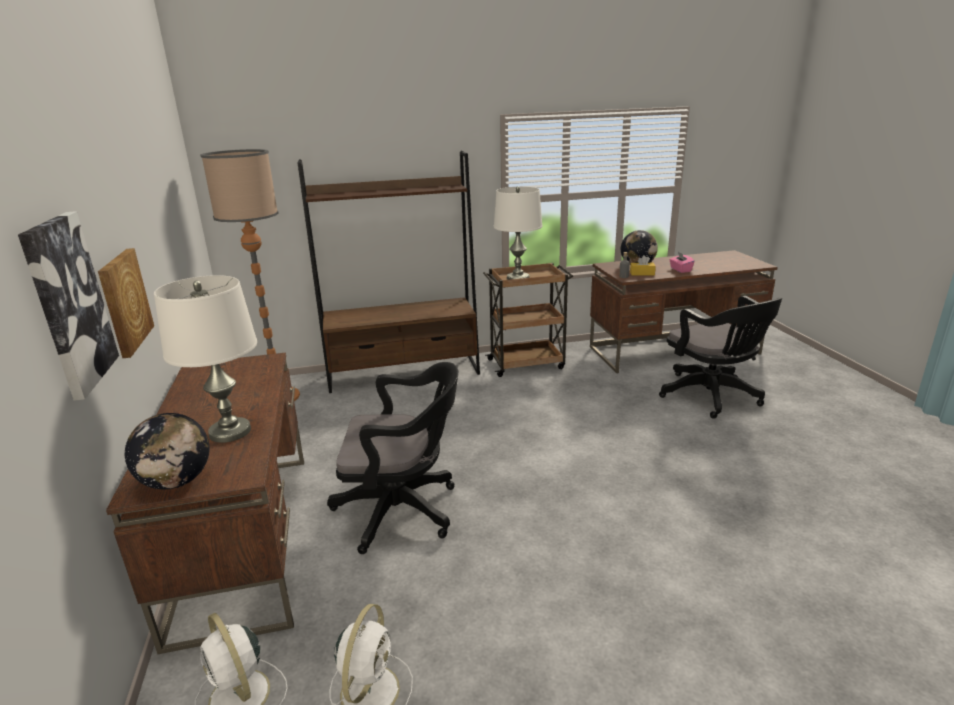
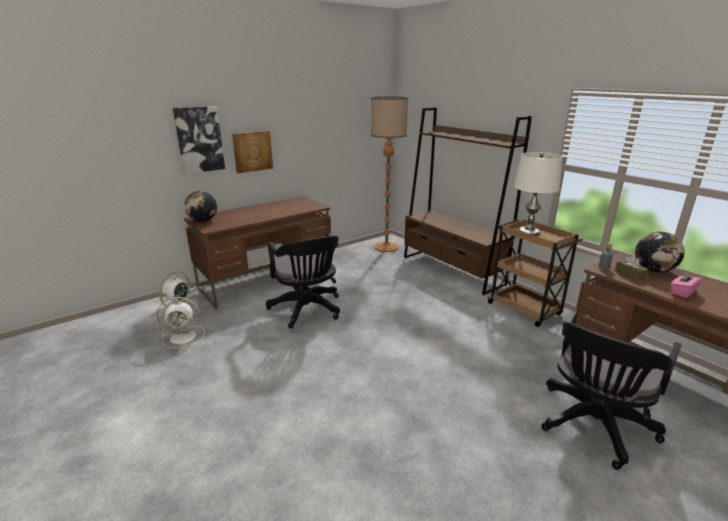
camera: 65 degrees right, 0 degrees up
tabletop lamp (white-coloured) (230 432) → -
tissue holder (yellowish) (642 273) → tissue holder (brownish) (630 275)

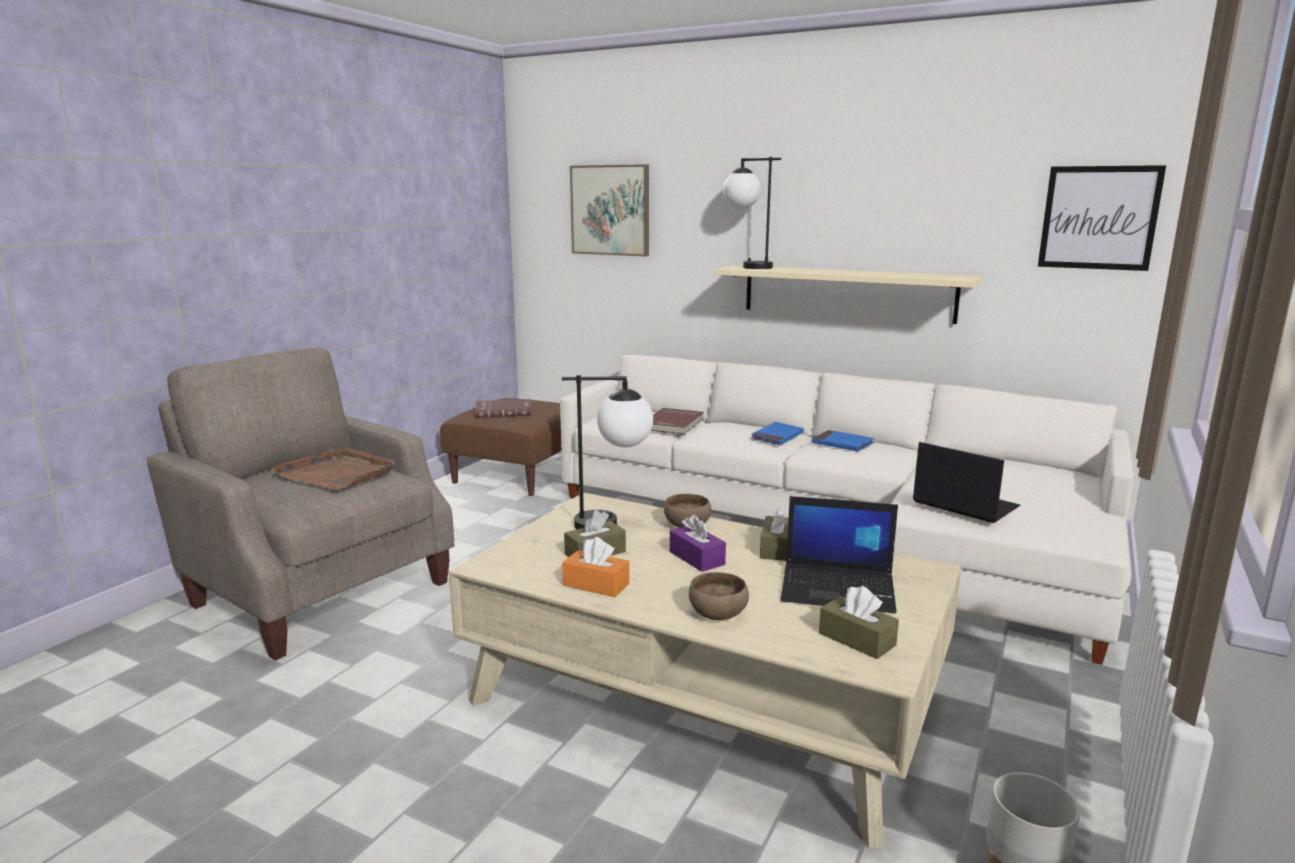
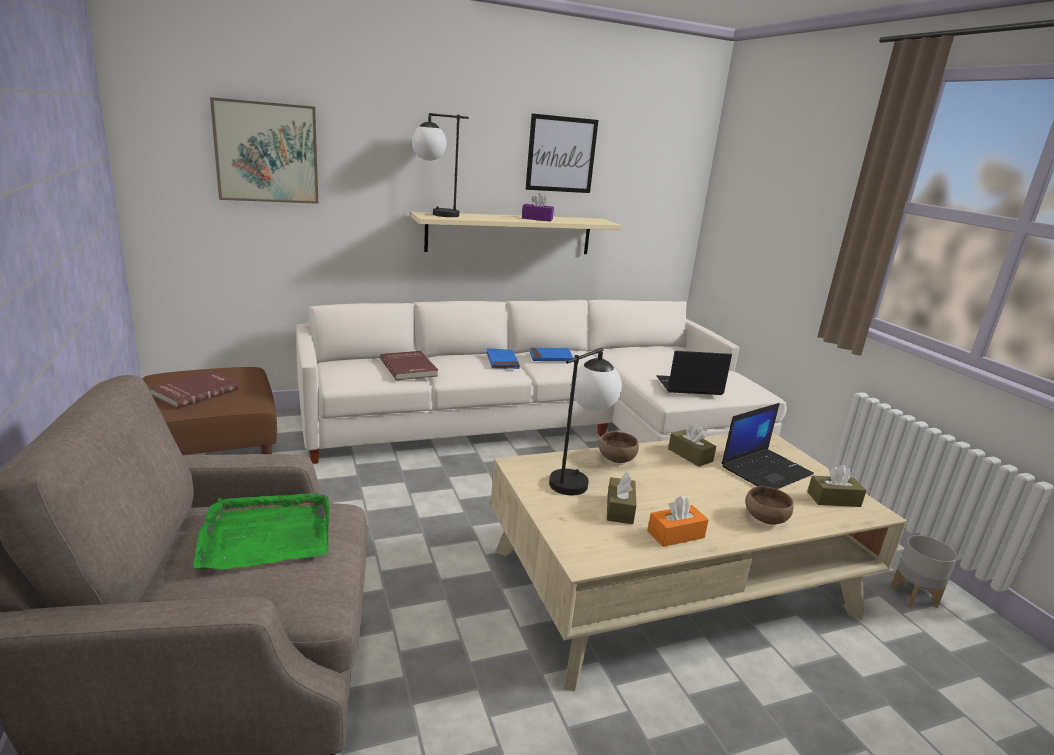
camera: 50 degrees left, 5 degrees up
tissue holder (purple-coloured) (696 558) → tissue holder (purple-coloured) (537 219), moved
wall picture (1099 218) → wall picture (561 154), moved
serving tray (brownish) (336 473) → serving tray (greenish) (266 535)

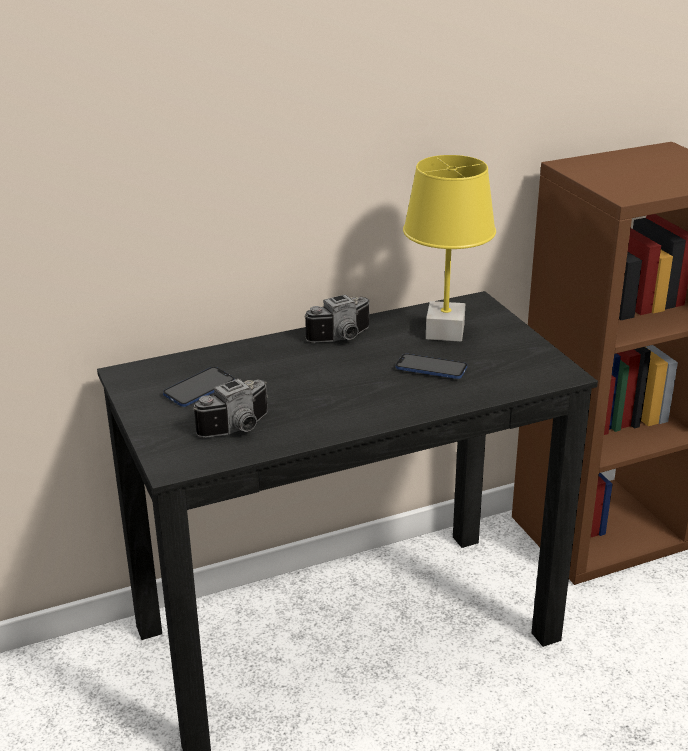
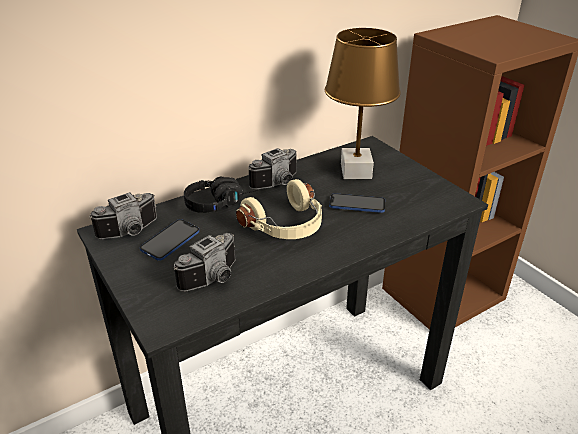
camera: 10 degrees left, 5 degrees up
- → photo camera (130 232)
- → pair of headphones (black-coloured) (221 203)
- → pair of headphones (sand-coloured) (287 226)
tabletop lamp (yellowish) (445 332) → tabletop lamp (brownish) (356 171)

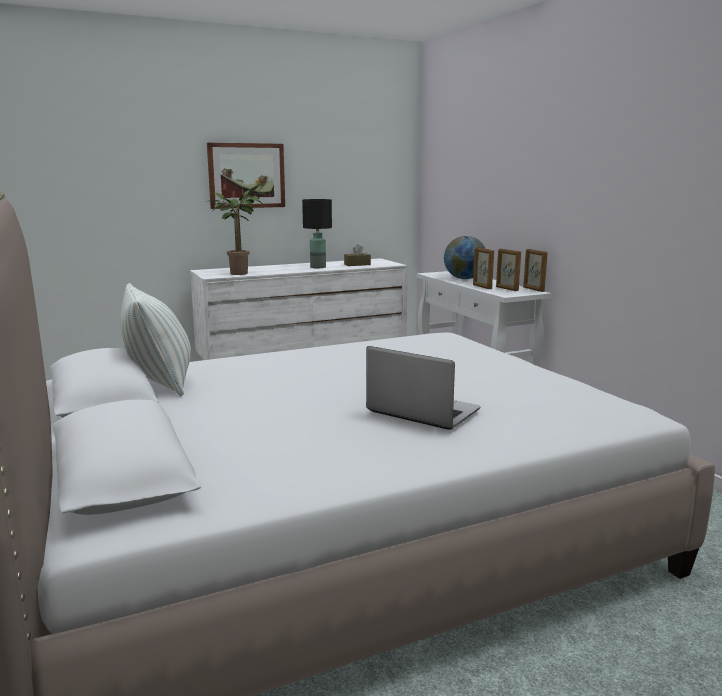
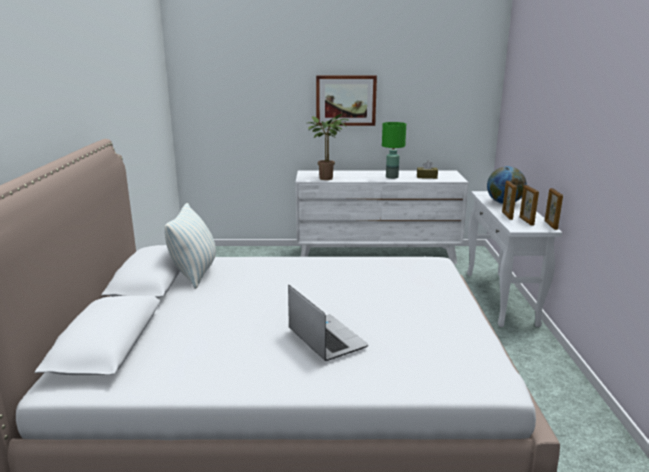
camera: 25 degrees right, 5 degrees up
tabletop lamp (black-coloured) (318 267) → tabletop lamp (greenish) (392 177)

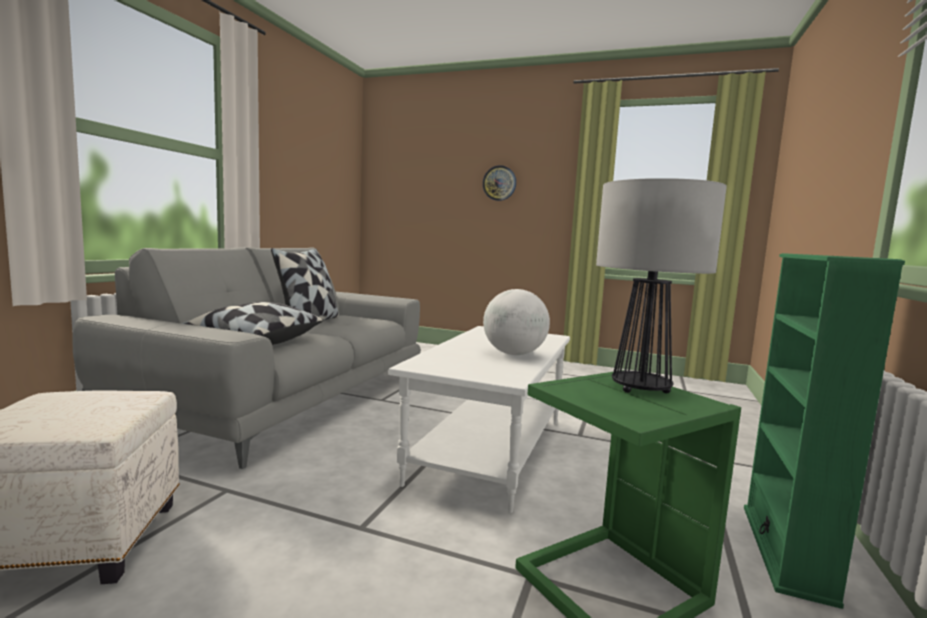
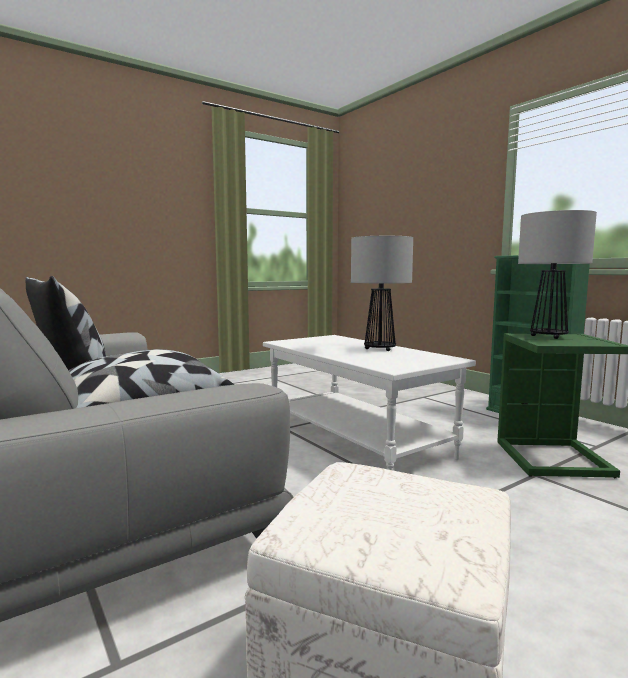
camera: 55 degrees left, 0 degrees up
clock on the wall (499 183) → -
world globe (514 354) → tabletop lamp (379 349)

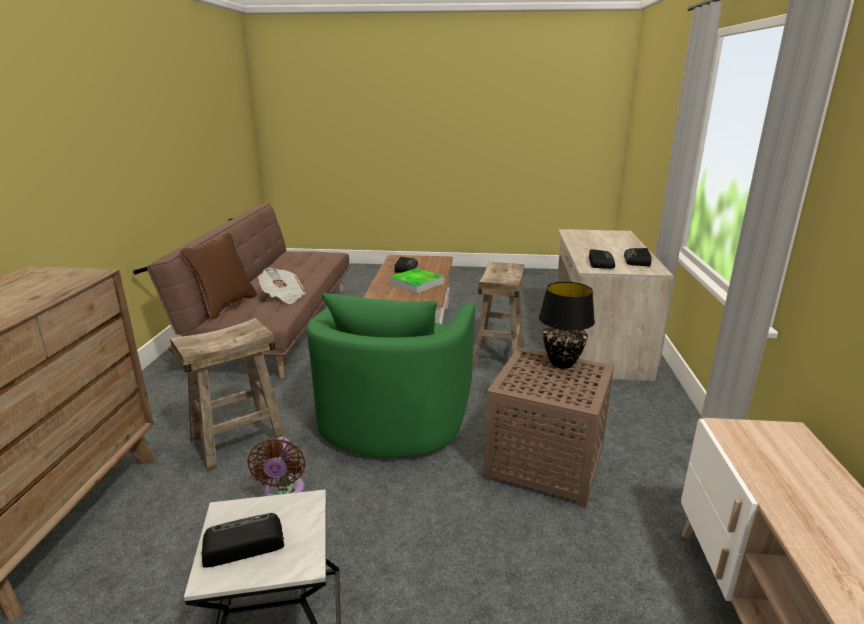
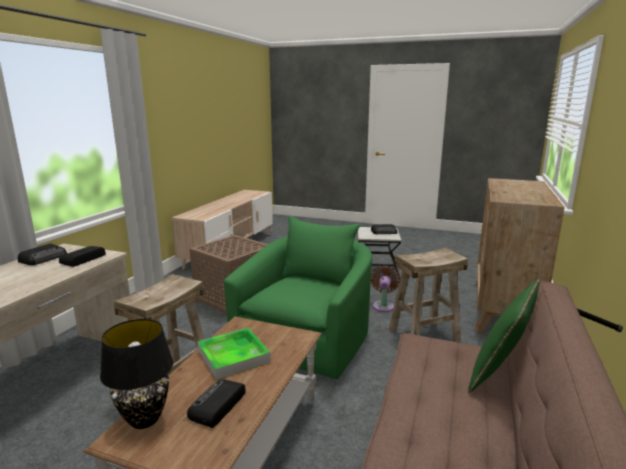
camera: 165 degrees left, 5 degrees down
printed paper (283 297) → -
tabletop lamp (black-coloured) (562 363) → tabletop lamp (black-coloured) (144 419), moved
cushion (brownish) (225 306) → cushion (greenish) (498 375)

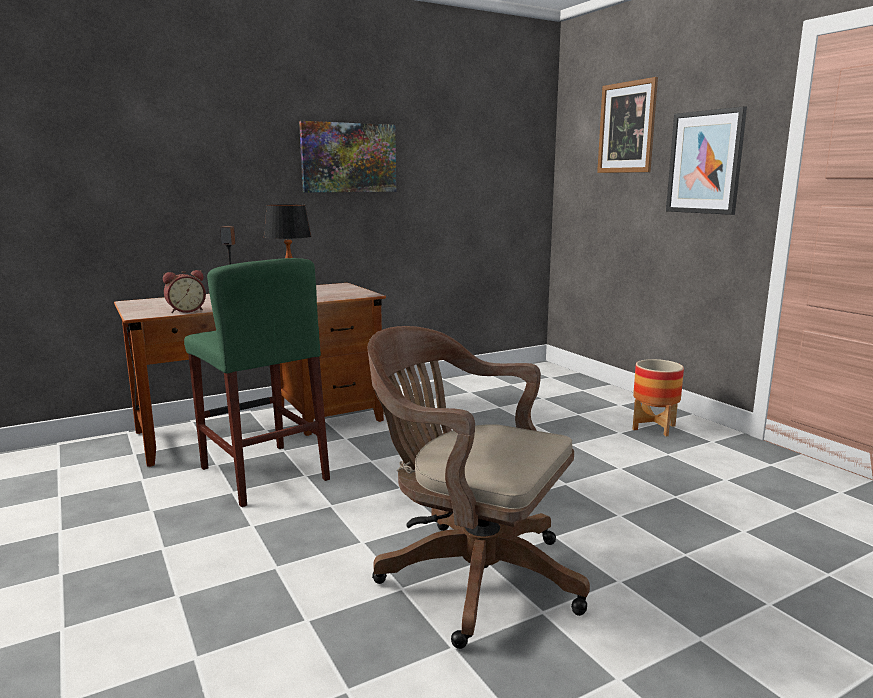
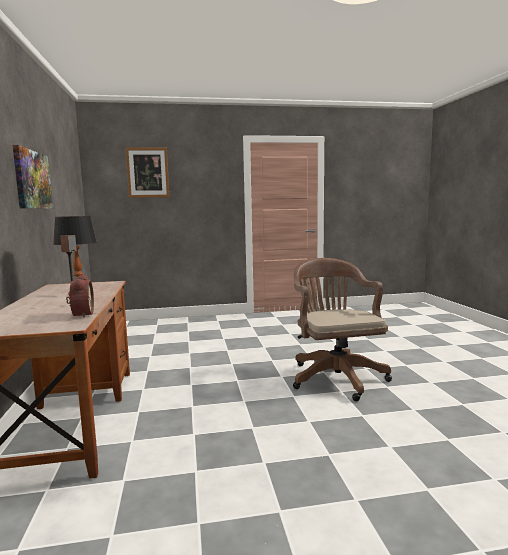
camera: 70 degrees left, 5 degrees down
sitting stool (greenish) (263 473) → -
plant pot (654 428) → -
wall picture (705 162) → -
office chair (brownish) (470 575) → office chair (brownish) (335 376), 120 degrees clockwise

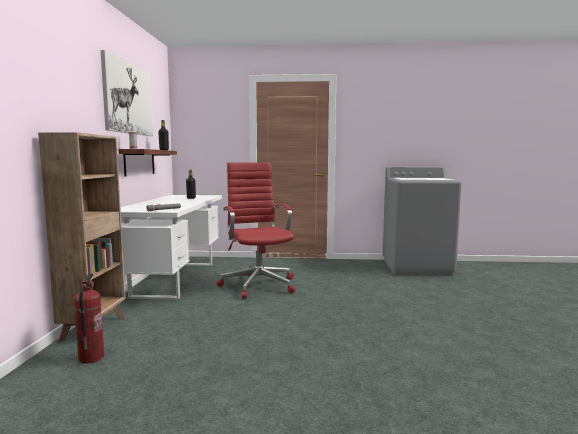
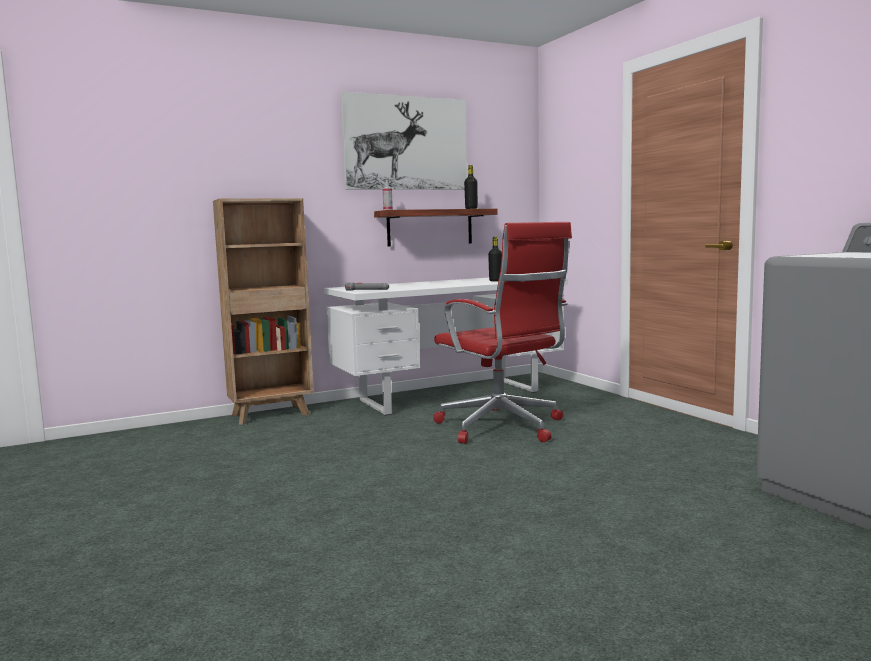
camera: 60 degrees right, 0 degrees up
fire-fighting cylinder (91 358) → -
office chair (red) (258 284) → office chair (red) (502 428), 105 degrees clockwise

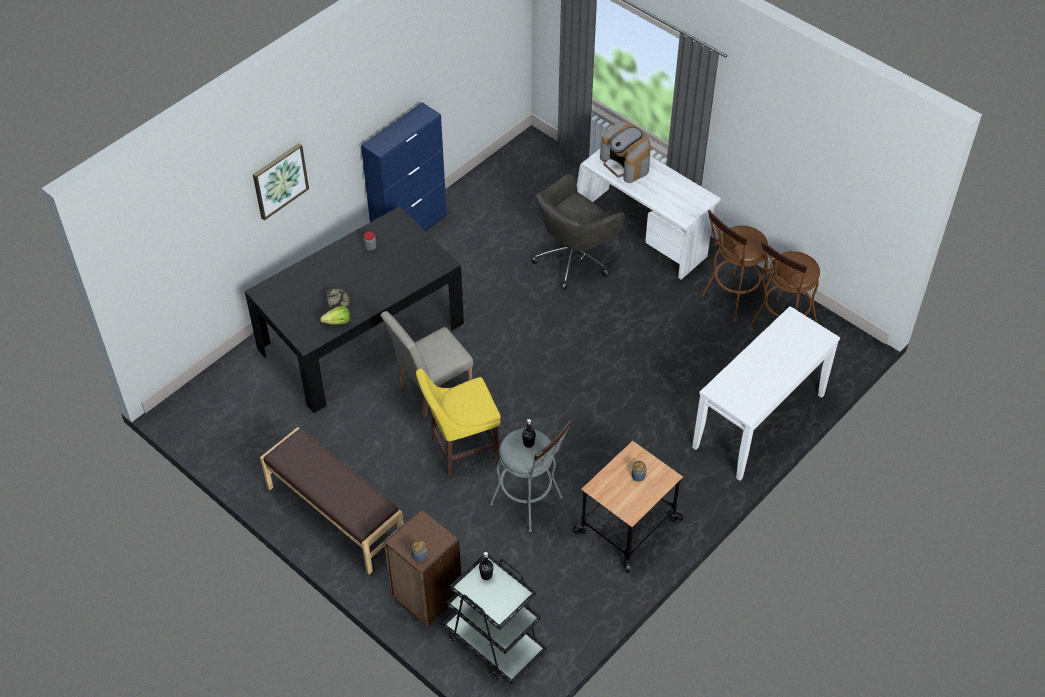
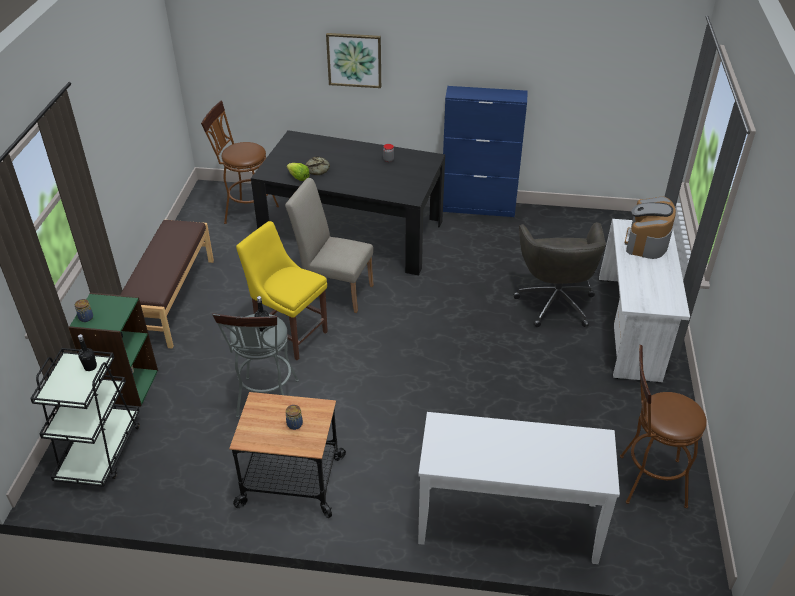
camera: 55 degrees right, 10 degrees down
sitting stool (brownish) (730 300) → sitting stool (brownish) (247 214), moved
shelving unit (brownish) (426 595) → shelving unit (greenish) (125 385)
office chair (gray) (574 259) → office chair (gray) (555 302), 105 degrees counterclockwise

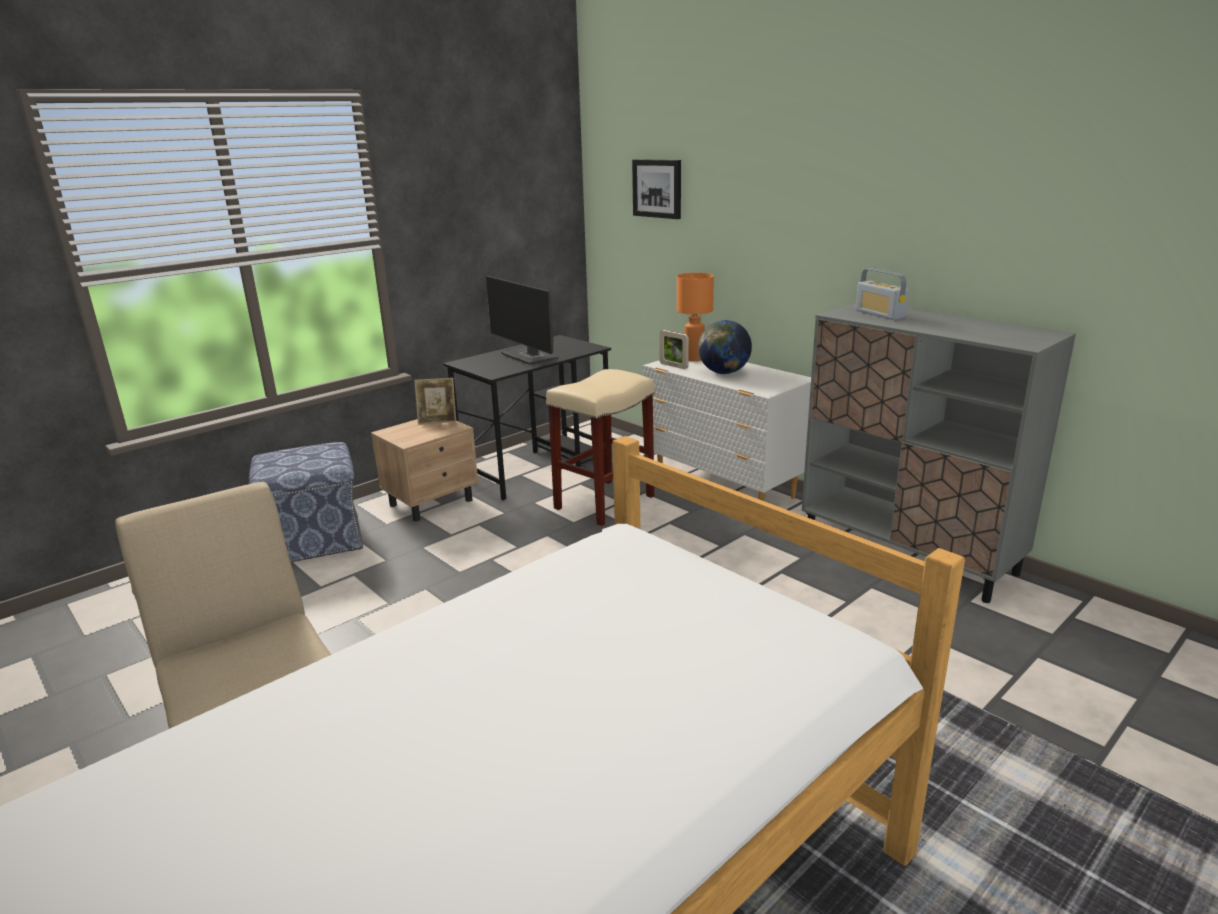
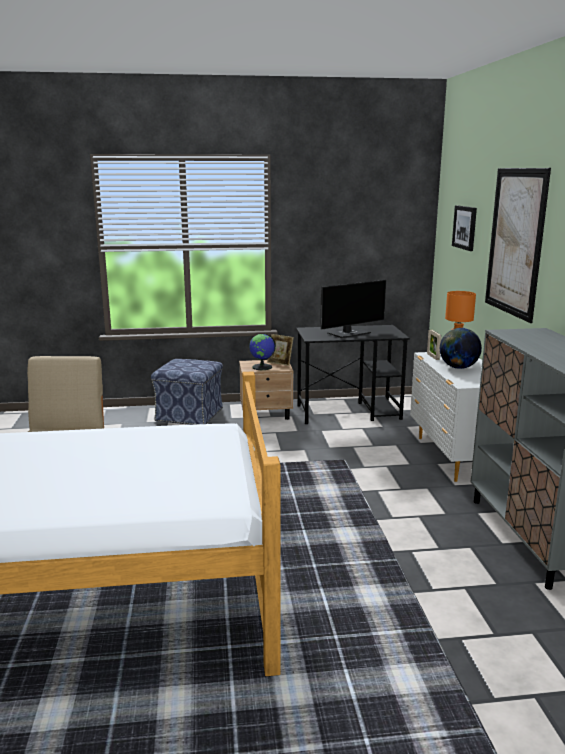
camera: 35 degrees right, 5 degrees down
sitting stool (sand-coloured) (604 503) → -
radio (879 314) → -
- → world globe (262 367)
- → wall picture (515 242)
computer display (530 357) → computer display (349 333), 120 degrees counterclockwise

